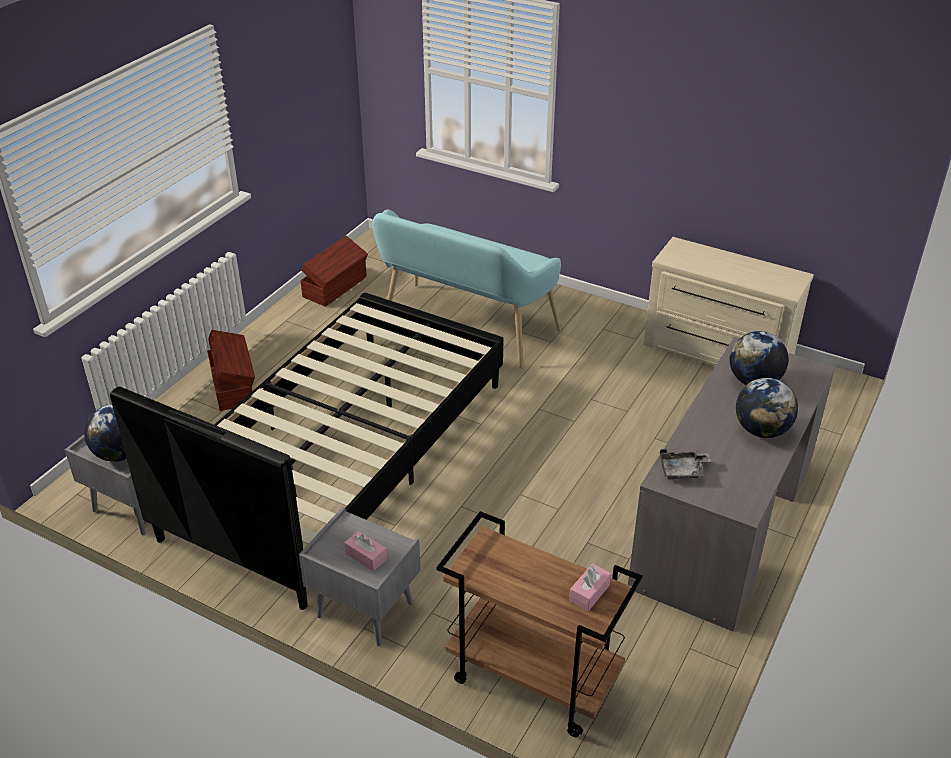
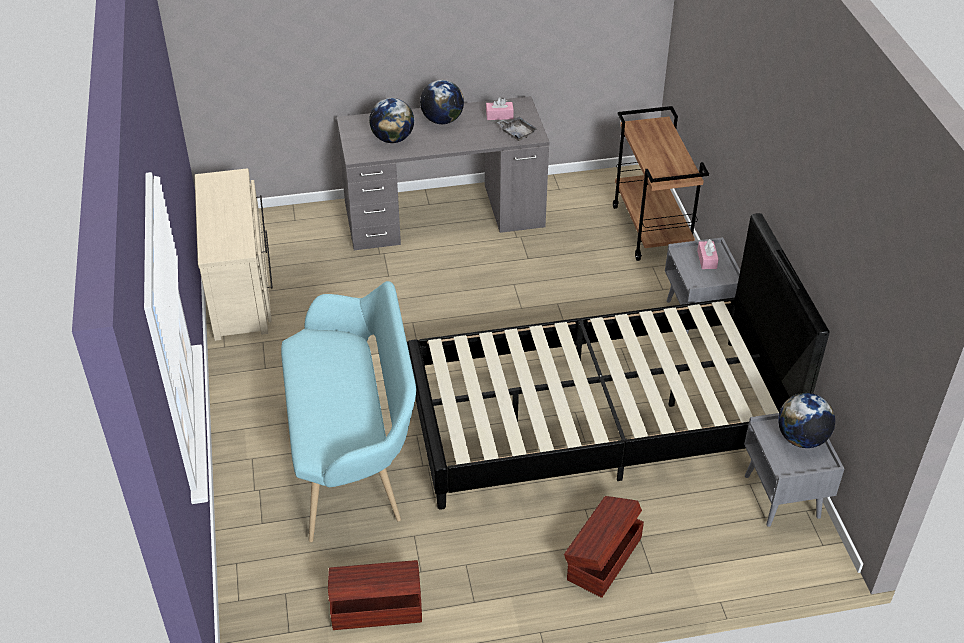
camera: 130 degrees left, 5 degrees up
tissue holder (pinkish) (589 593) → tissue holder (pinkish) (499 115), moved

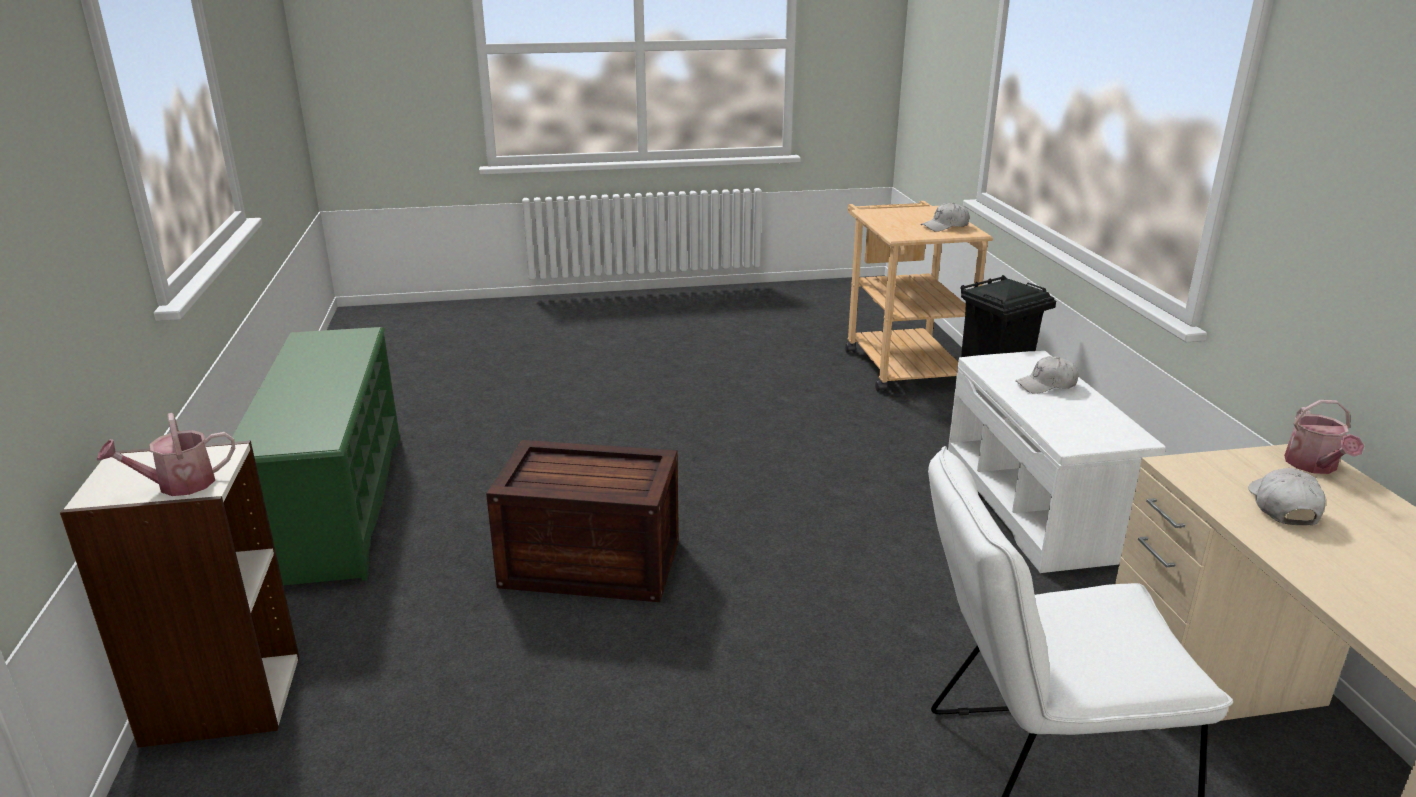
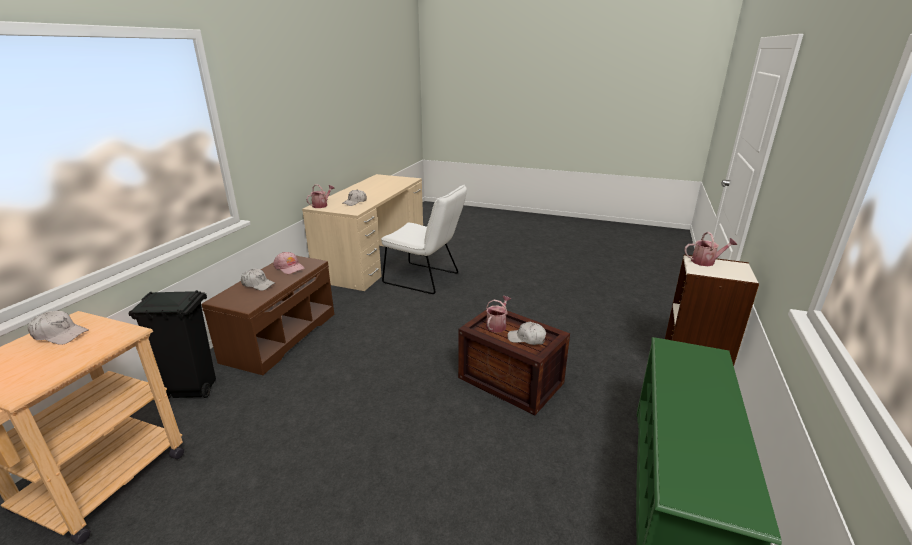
camera: 150 degrees left, 0 degrees up
- → cap (pinkish) (289 267)
- → watering pot (497 325)
- → cap (white-coloured) (526 339)
indoor bench (white-coloured) (1037 506) → indoor bench (brownish) (280 336)

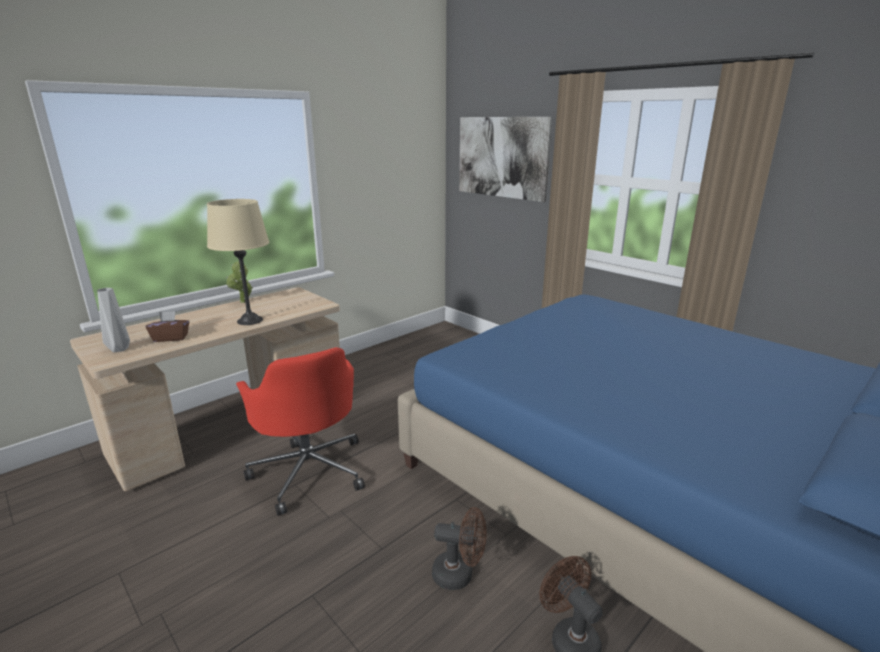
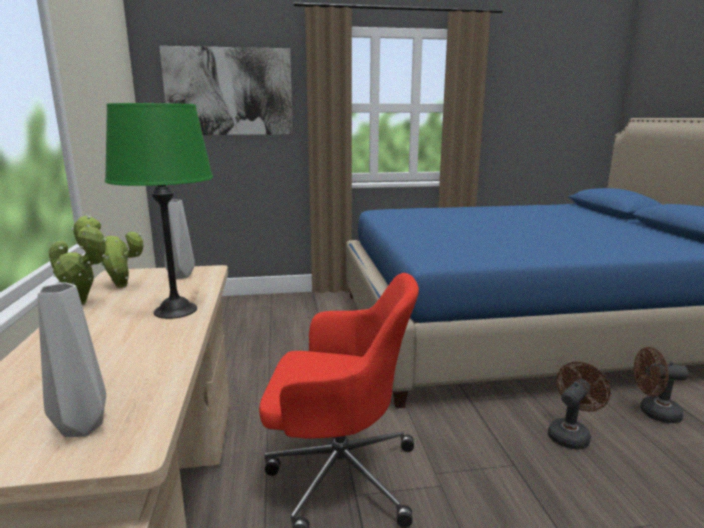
camera: 55 degrees left, 5 degrees down
tissue holder (brownish) (171 338) → -
- → houseplant (117 286)
- → decorative vase (gray) (180 276)
tabletop lamp (sand-coloured) (250 320) → tabletop lamp (greenish) (175 310)

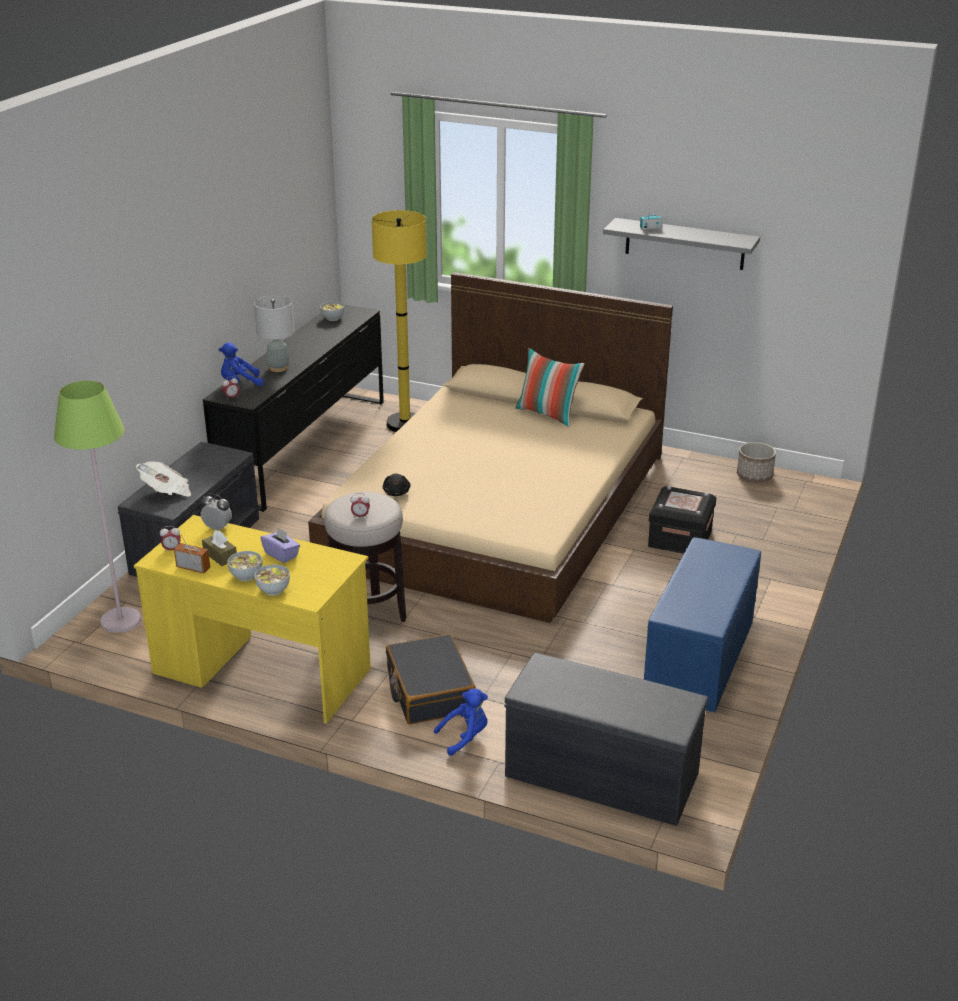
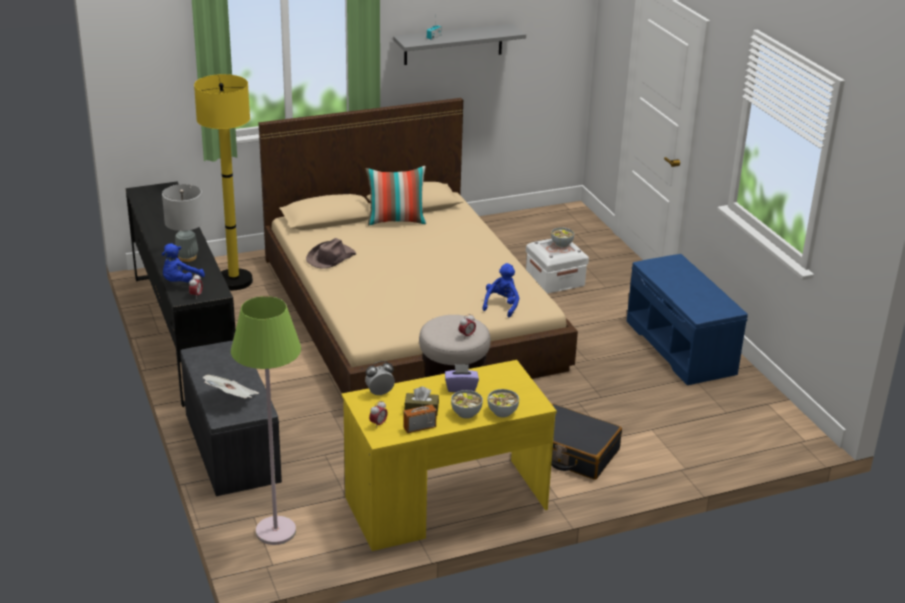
camera: 45 degrees left, 0 degrees up
plush toy (black-coloured) (396 493) → -
indoor bench (gray) (599 775) → -
plant pot (754 476) → -
- → hat (brownish) (330 258)
deep dish (332 318) → deep dish (561 244), moved
plush toy (blue) (465 737) → plush toy (blue) (502 305), moved
storage box (black-coloured) (680 539) → storage box (white-coloured) (555 280)

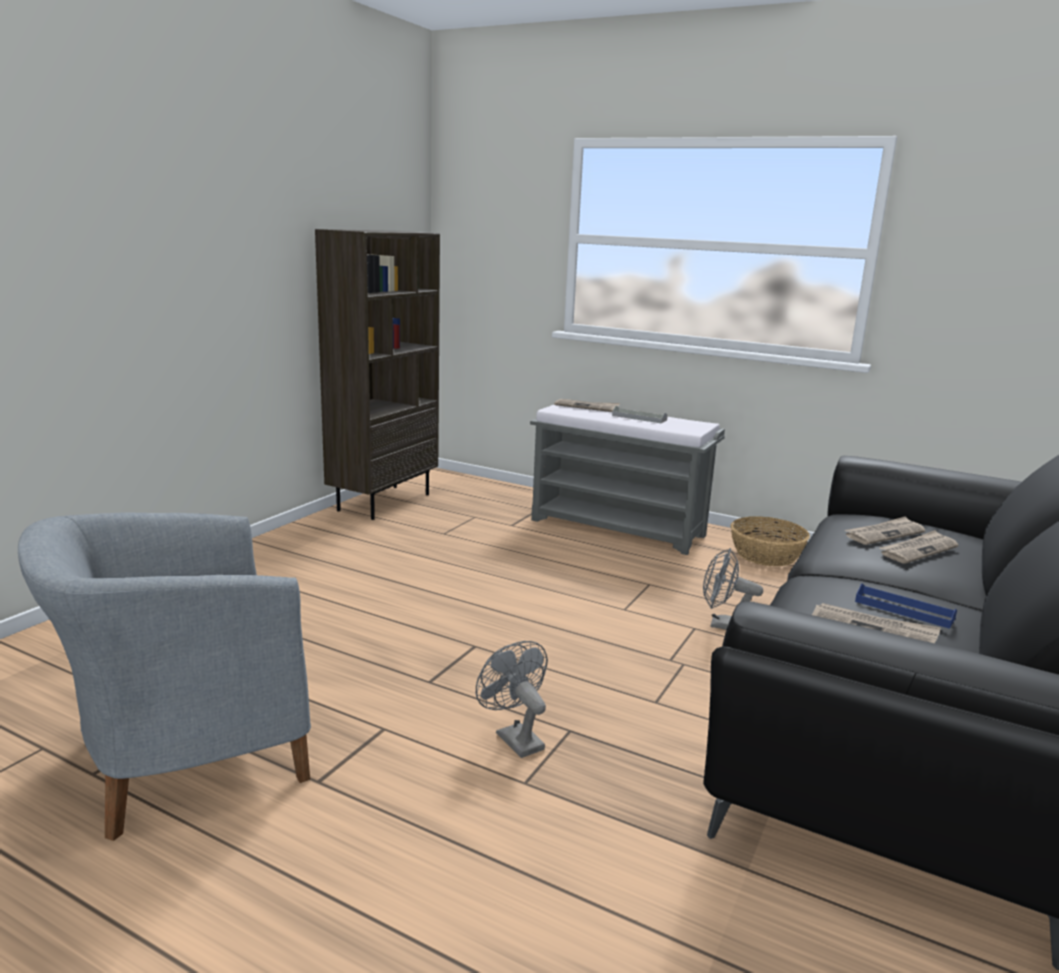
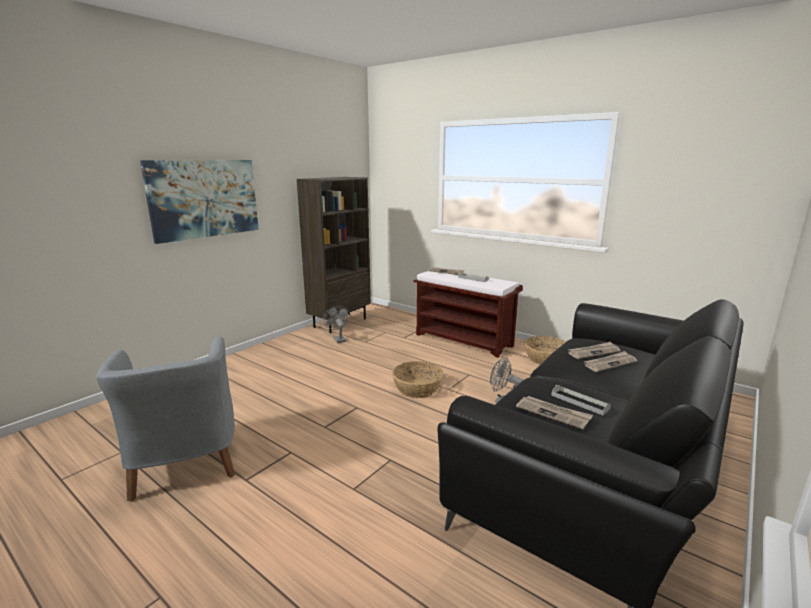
camera: 10 degrees right, 0 degrees up
- → wall picture (204 198)
- → household basket (417 388)
fan (gray) (514 738) → fan (gray) (338 339), moved
indoor bench (gray) (619 528) → indoor bench (brownish) (464 340)
serving tray (blue) (904 610) → serving tray (gray) (579 402)
armchair (gray) (183 760) → armchair (gray) (184 463), 90 degrees counterclockwise

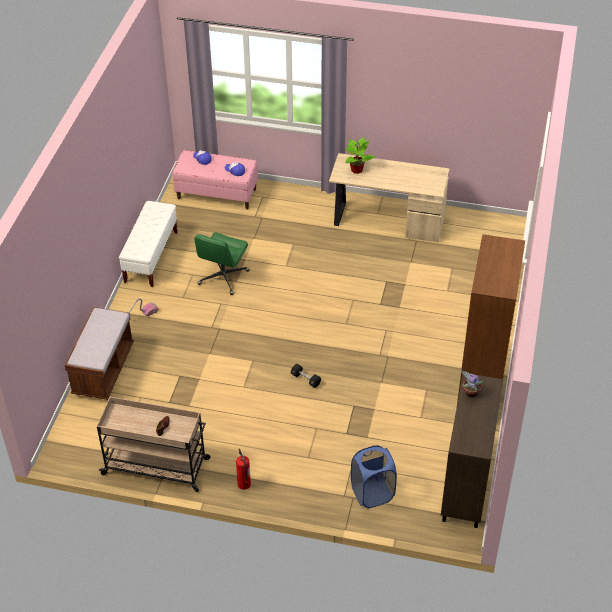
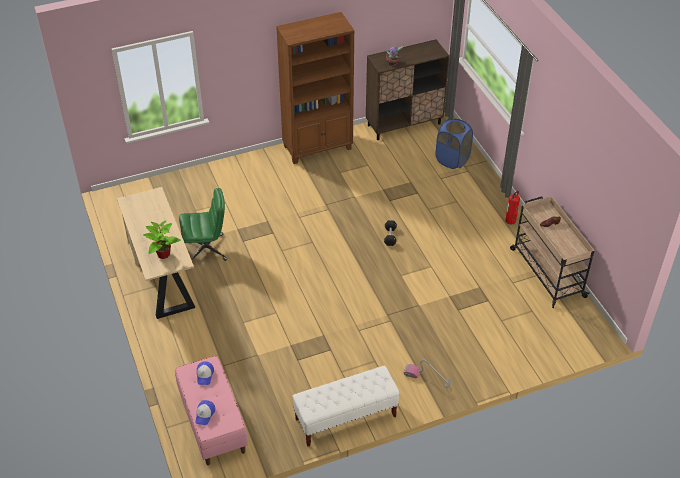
camera: 125 degrees left, 0 degrees up
indoor bench (brownish) (103 370) → -
office chair (greenish) (223 278) → office chair (greenish) (206 249), moved

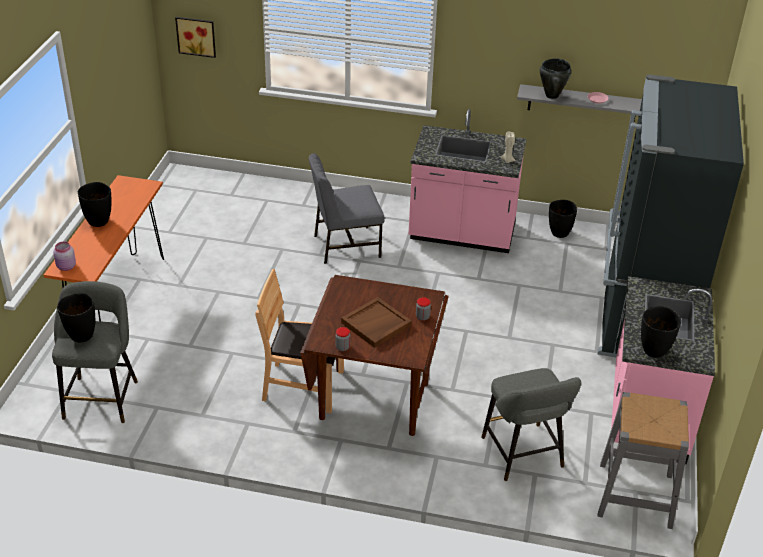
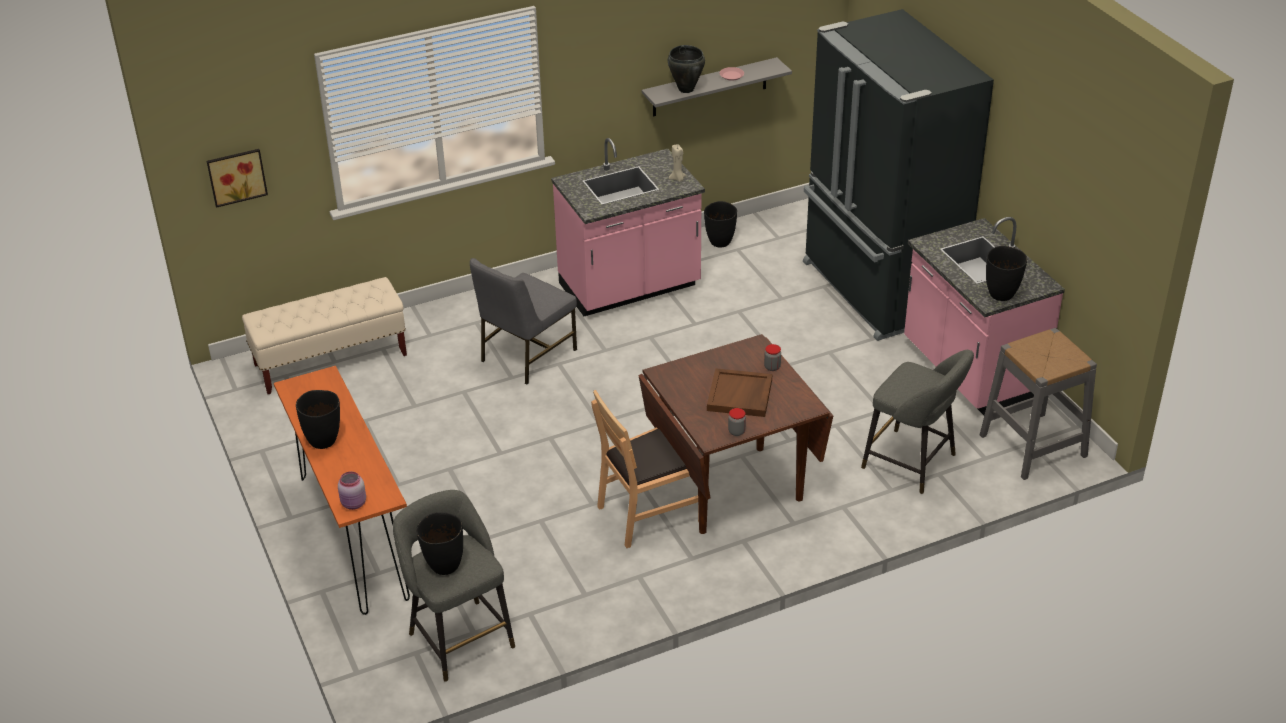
camera: 35 degrees left, 0 degrees up
- → indoor bench (sand-coloured) (331 360)

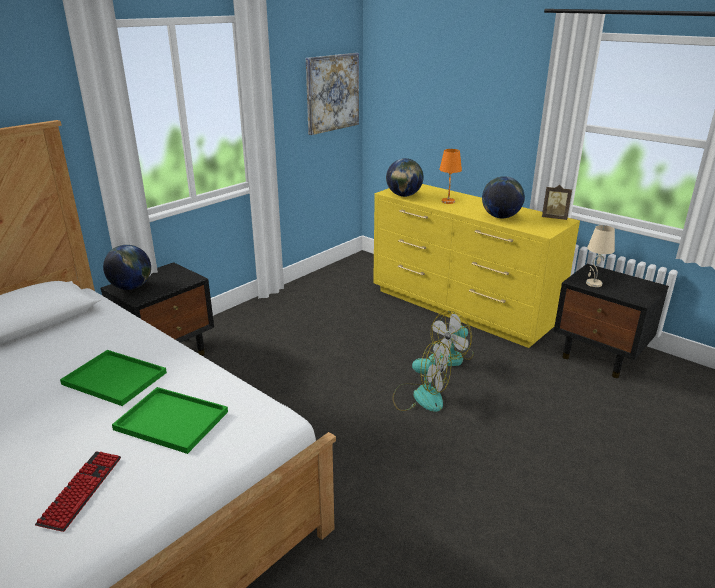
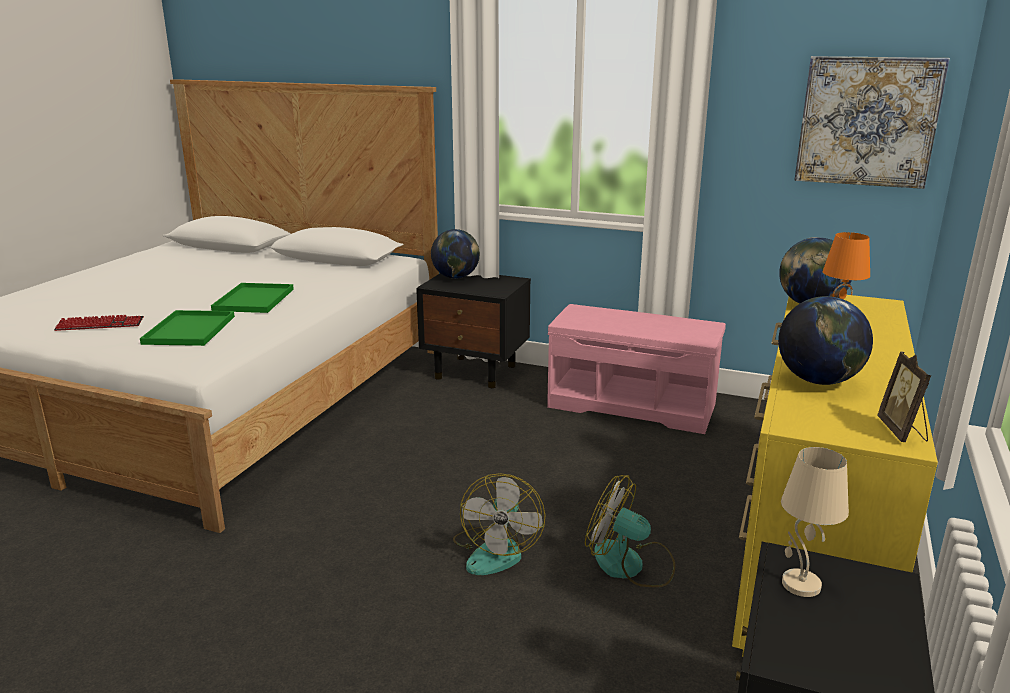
camera: 70 degrees right, 5 degrees down
- → indoor bench (pinkish) (633 405)

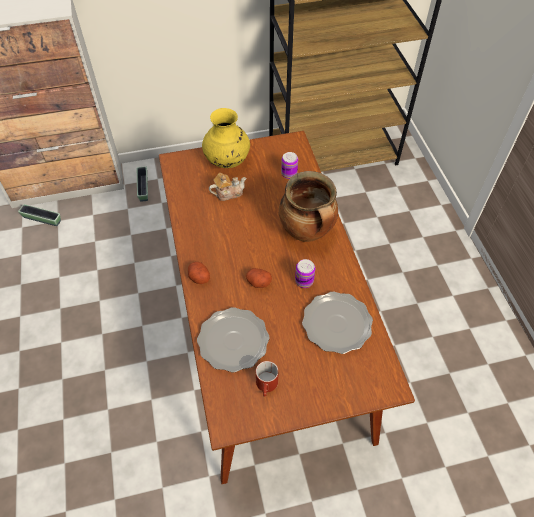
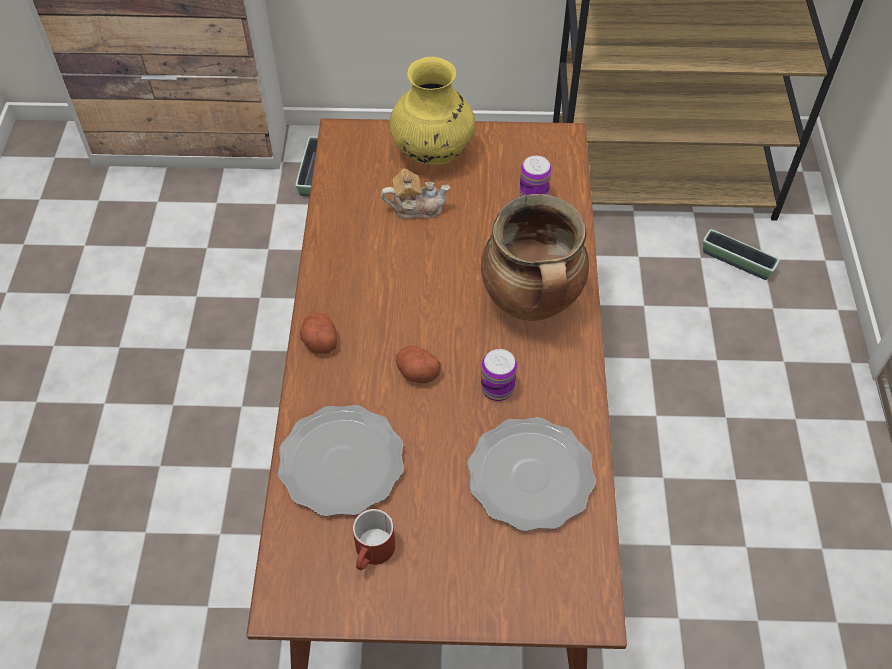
camera: 15 degrees right, 0 degrees up
plant pot (42 219) → plant pot (736 262), moved

